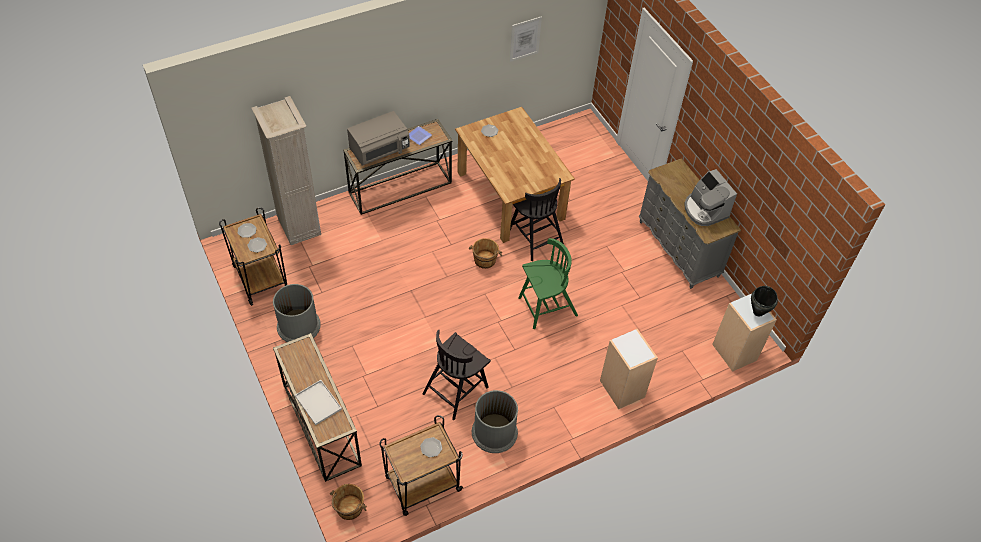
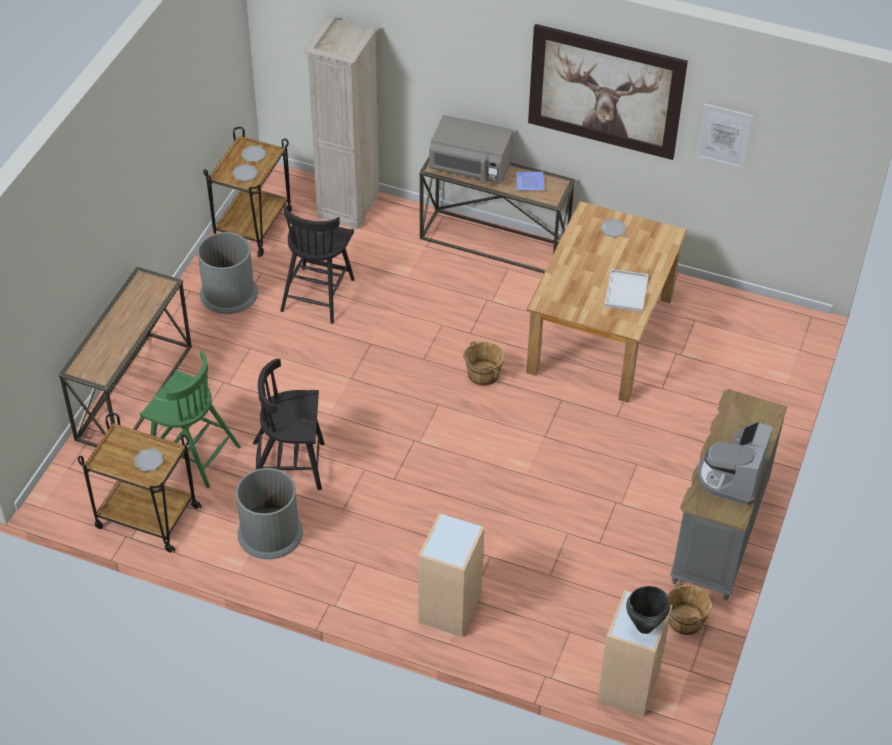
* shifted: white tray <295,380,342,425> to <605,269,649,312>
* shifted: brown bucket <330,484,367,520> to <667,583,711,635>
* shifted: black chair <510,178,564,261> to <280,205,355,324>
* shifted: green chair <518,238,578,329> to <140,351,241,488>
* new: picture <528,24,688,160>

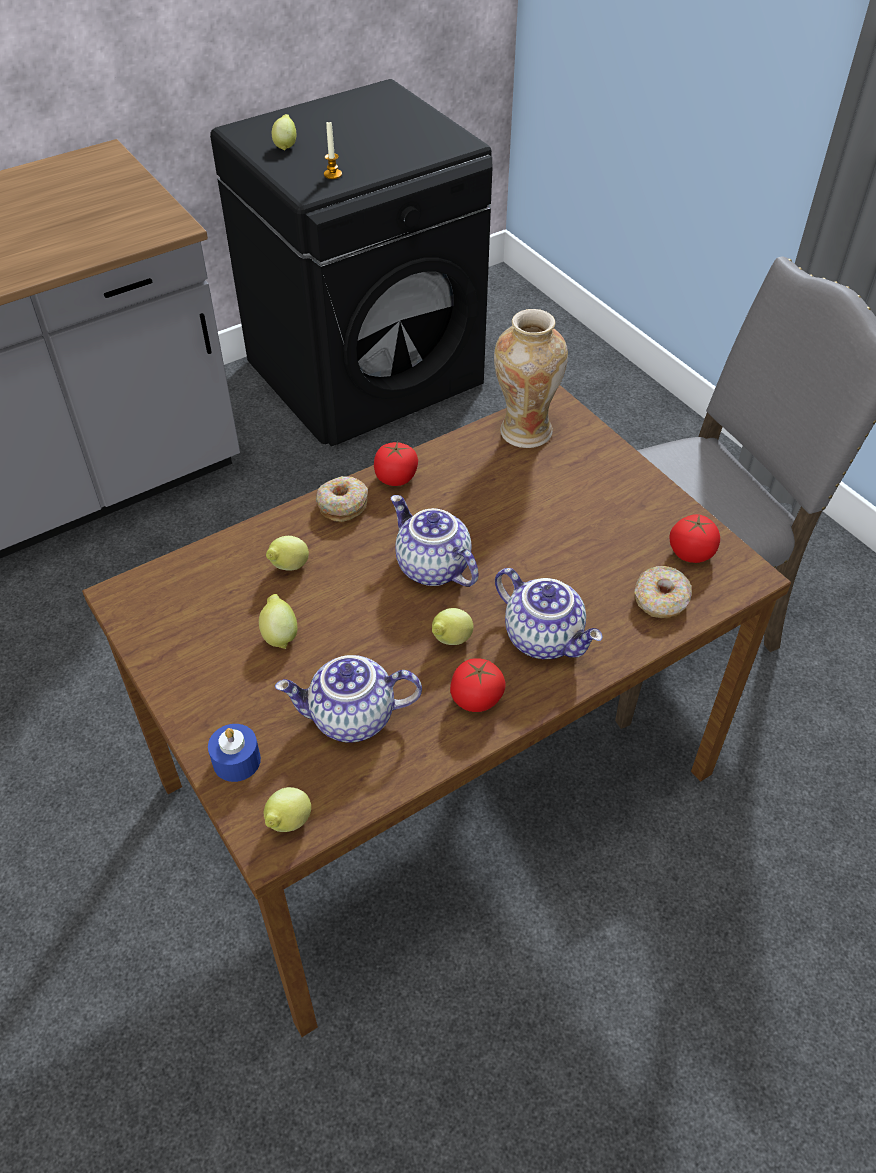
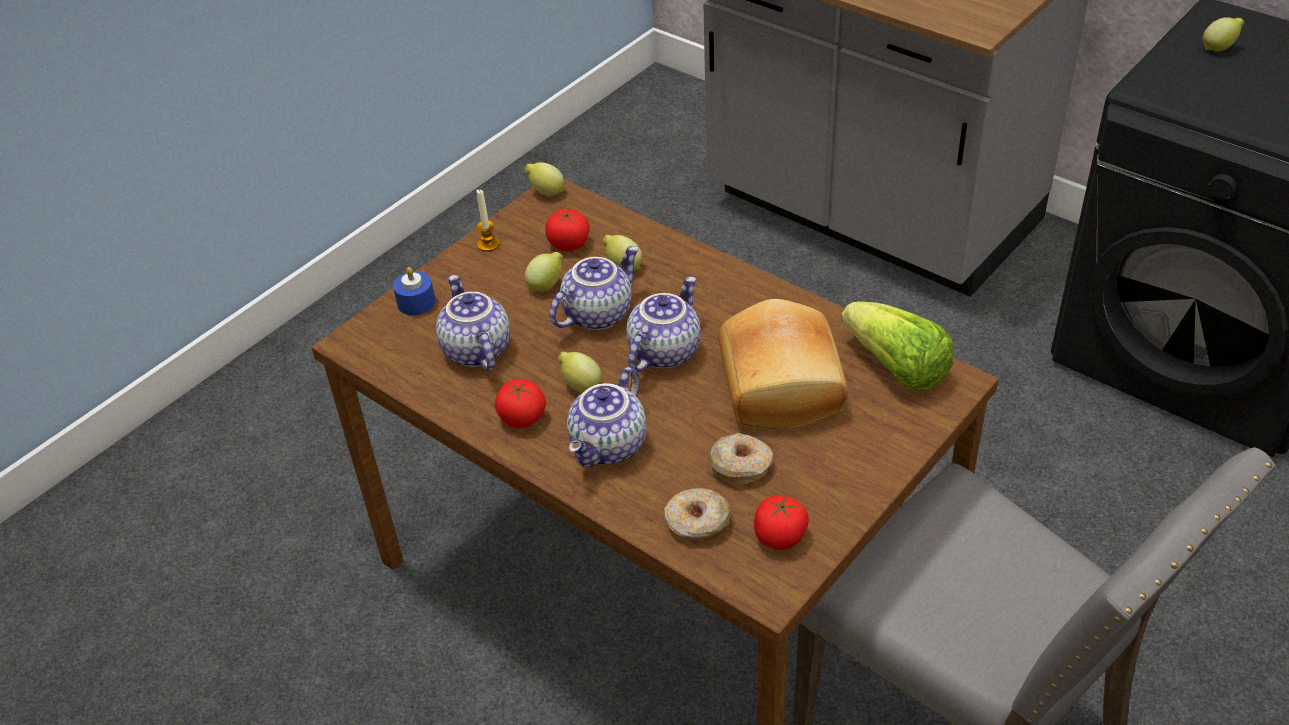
* shifted: lemon <264,787,311,832> to <525,162,564,196>
* shifted: donut <316,476,368,522> to <709,433,773,485>
* shifted: candle <324,122,342,179> to <476,189,500,251>
* shifted: tomato <374,441,418,486> to <545,209,589,251>
* swapped: vase <494,309,568,448> to lettuce <841,301,953,392>
* new: teapot <549,246,639,330>
* new: bread <718,299,848,430>

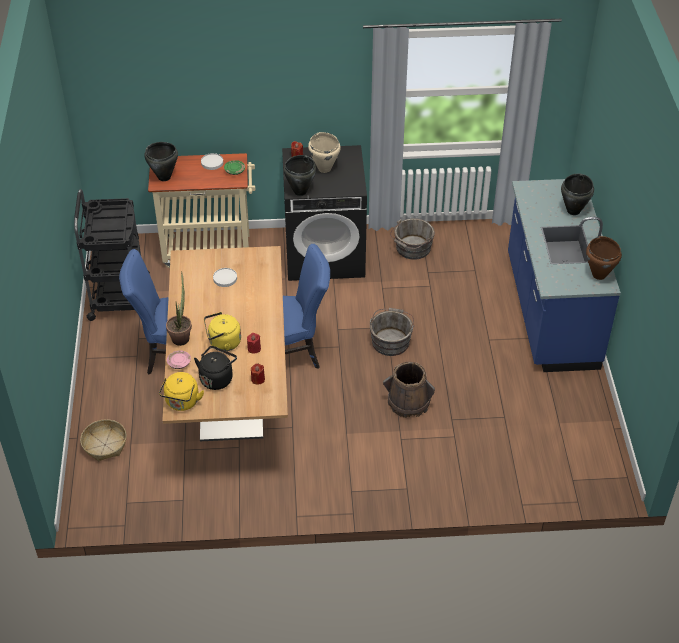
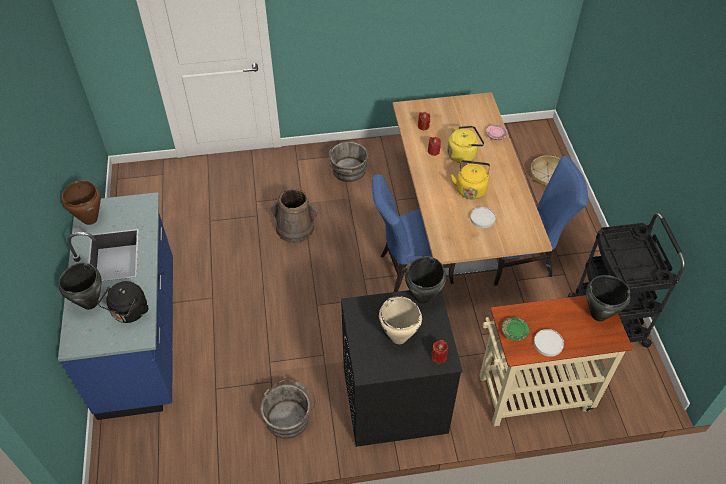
* shifted: yellow kettle <159,372,204,411> to <451,160,490,200>
* gone: potted plant <166,271,192,346>
* shifted: black kettle <194,346,237,390> to <98,281,148,323>
* shifted: grey bucket <370,308,414,356> to <328,142,369,182>

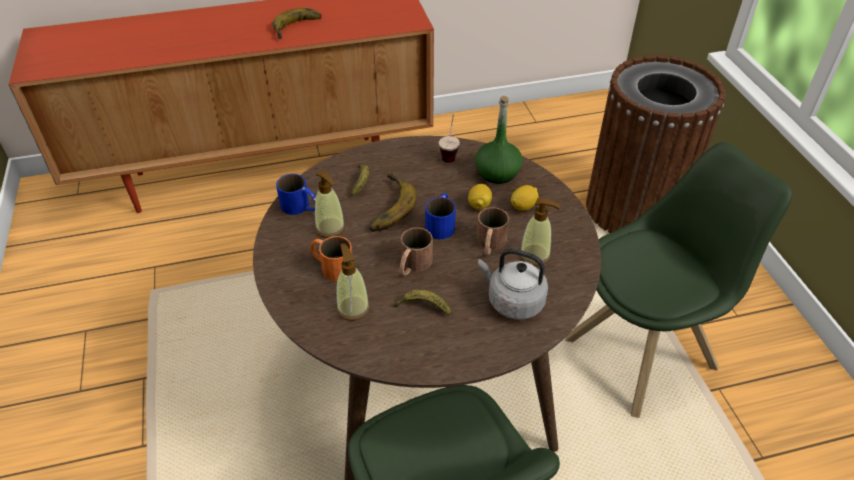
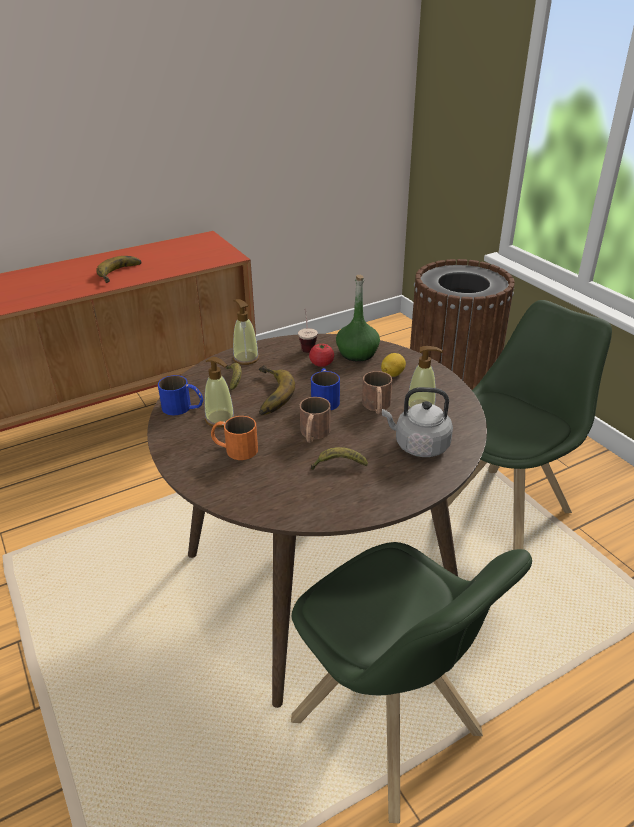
* shifted: soap dispenser <336,243,370,321> to <233,299,259,365>
* gone: lemon <468,184,492,210>
* new: tomato <309,344,334,367>

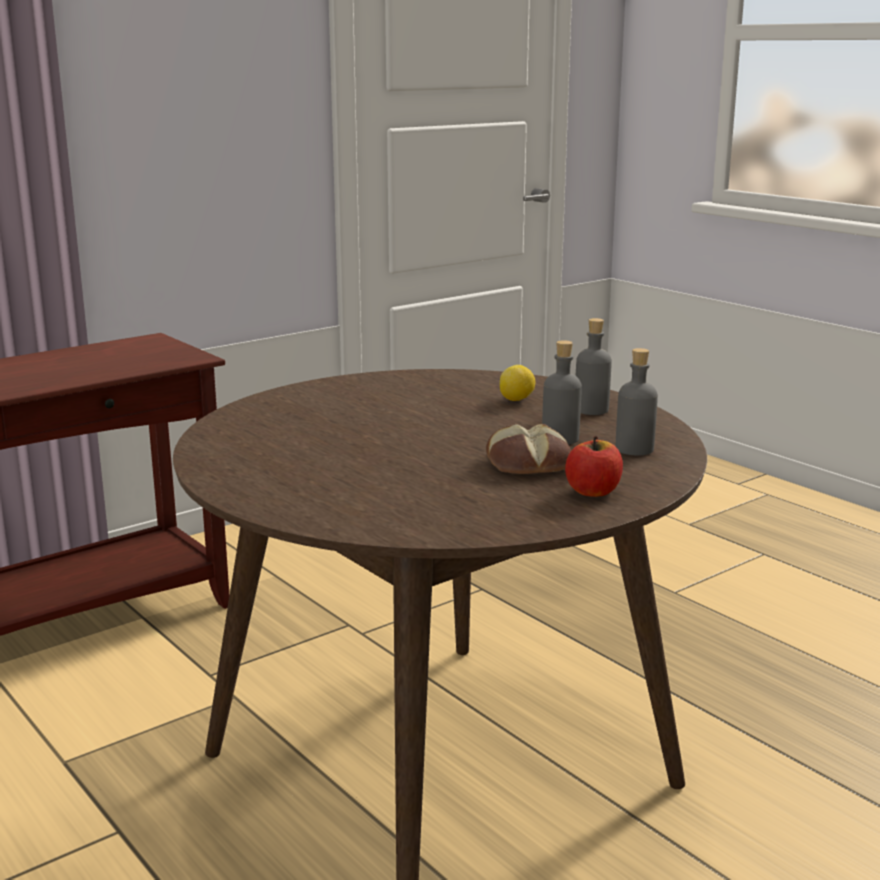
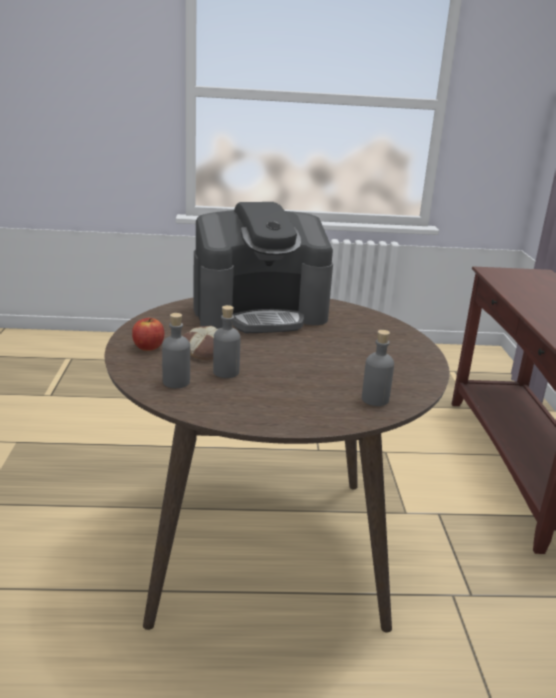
* gone: lemon <500,365,535,401>
* shifted: grey bottle <576,318,612,415> to <362,330,394,406>
* new: coffee machine <193,202,333,333>

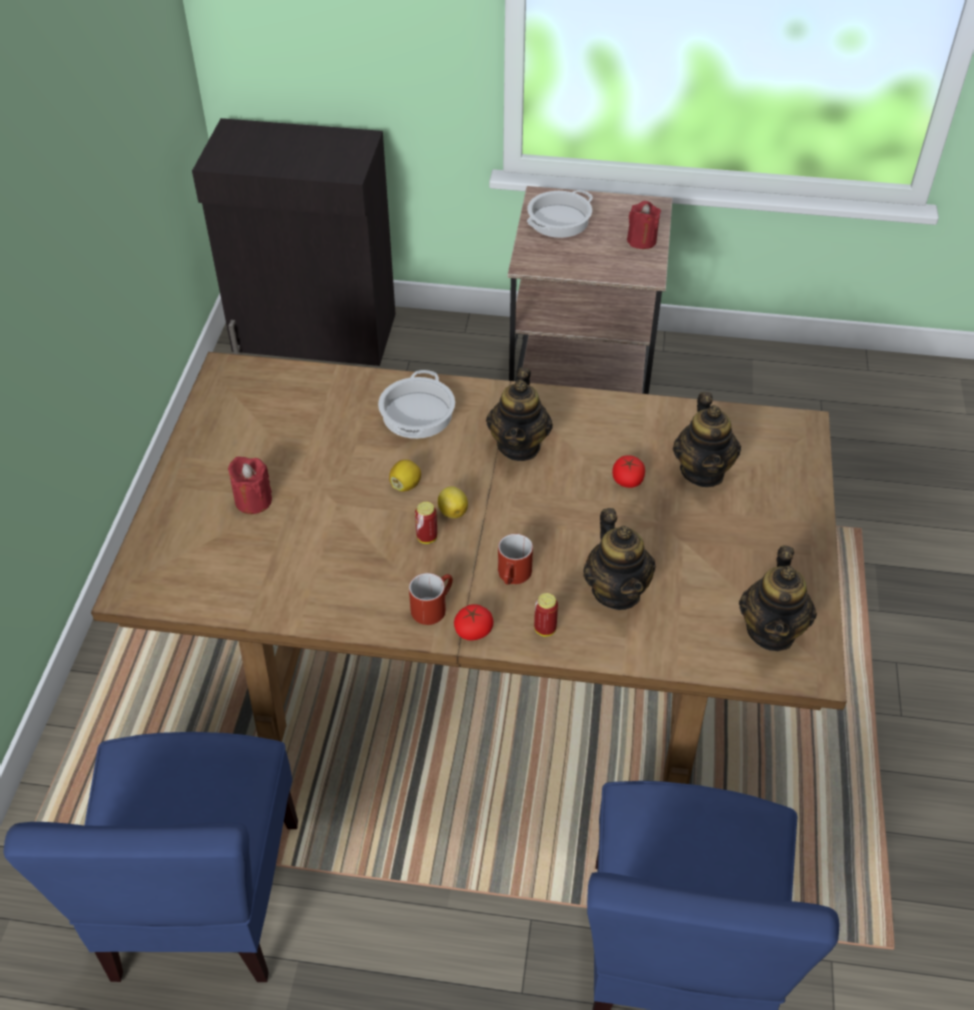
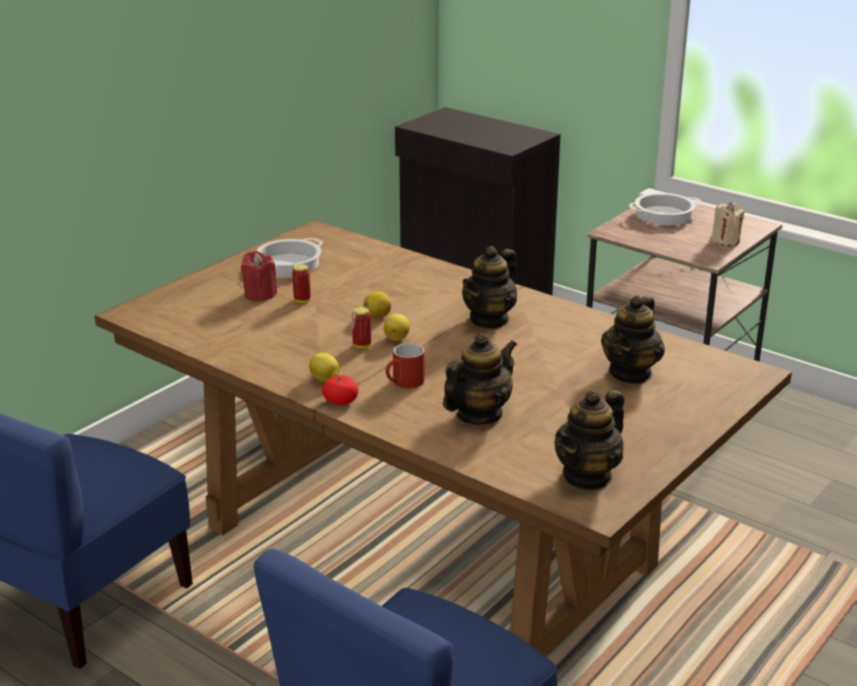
* shifted: cooking pot <378,370,455,439> to <256,238,323,277>
* swapped: red mug <409,573,453,625> to lemon <309,353,339,382>
* shifted: can <534,593,558,637> to <292,264,311,303>
* rotated: teapot <583,508,656,610> = <443,333,517,425> 150 degrees counterclockwise
* gone: tomato <612,455,645,488>
* repainted: red candle <627,201,661,249> to beige candle <711,202,744,246>

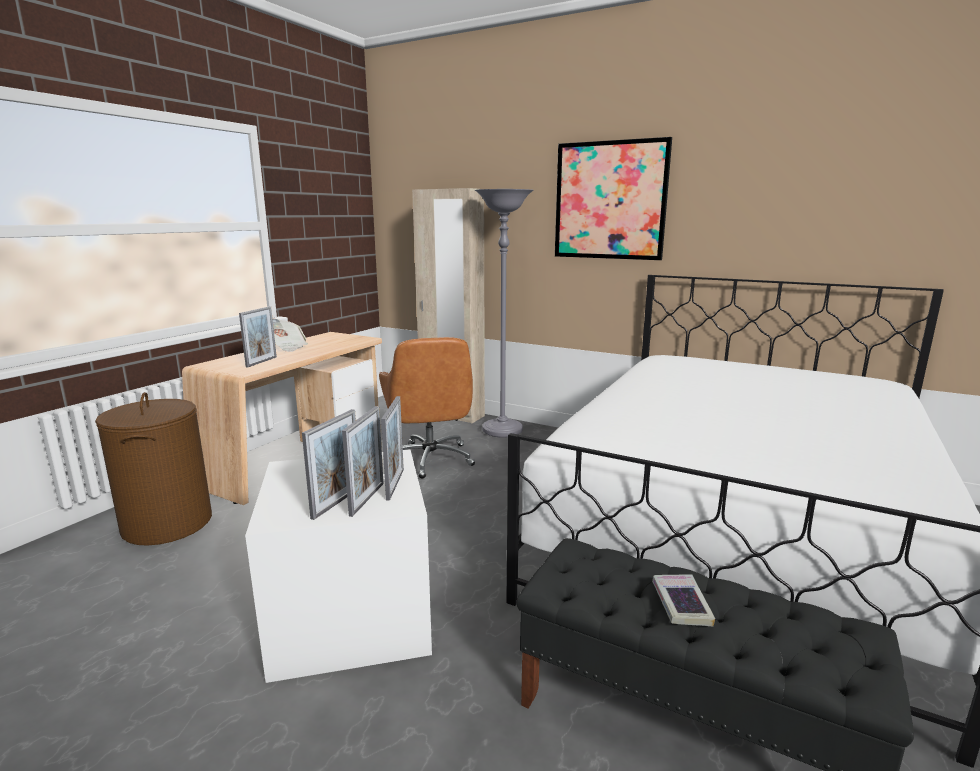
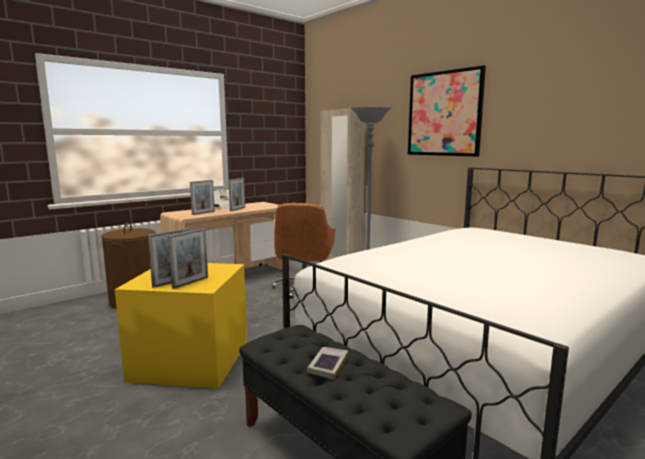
* repainted: white storage box <245,449,432,683> to yellow storage box <115,263,247,389>
* shifted: picture frame <381,396,404,501> to <228,178,245,211>

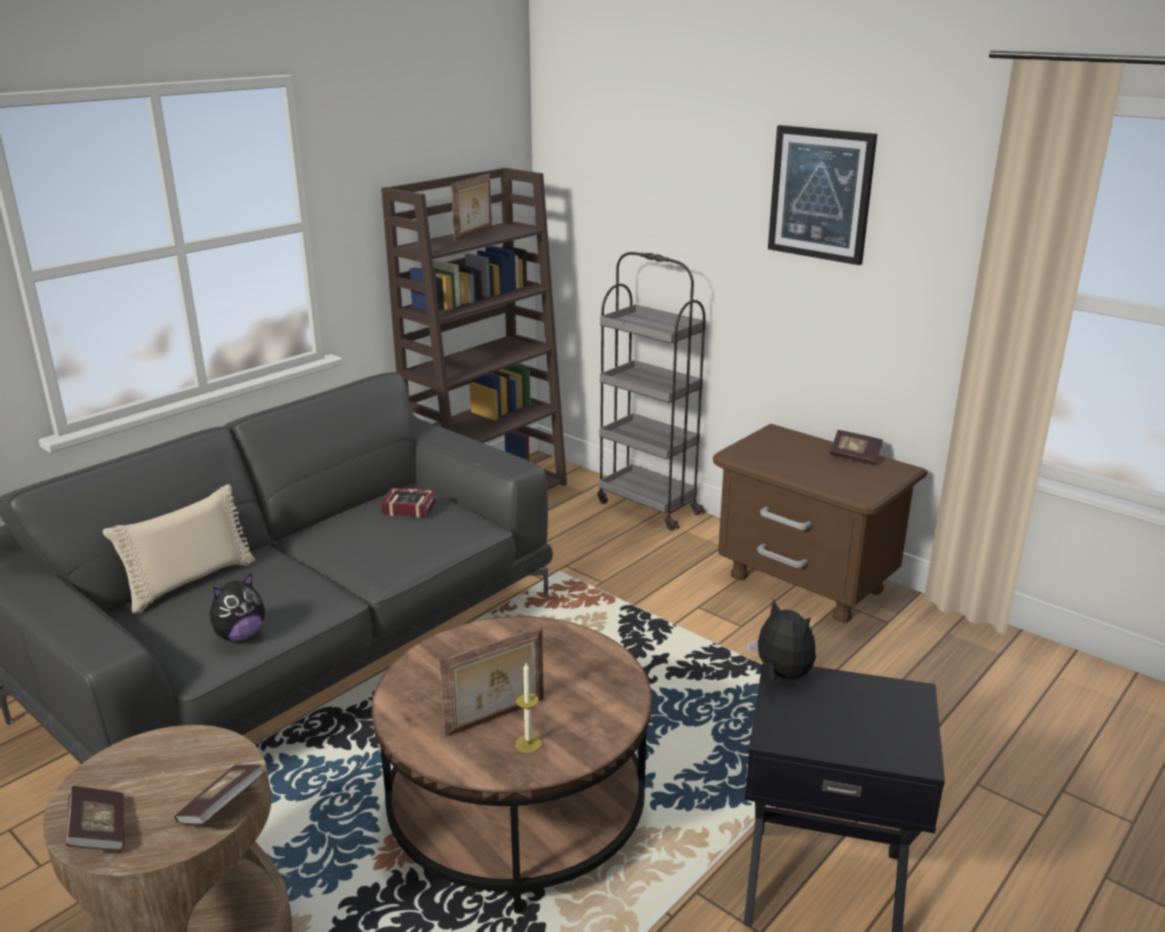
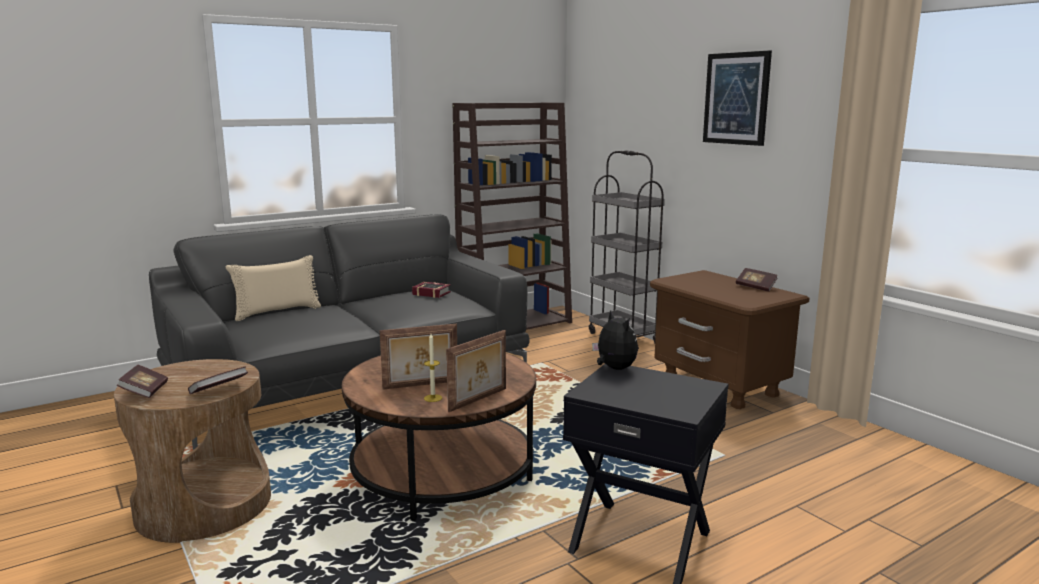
* gone: plush toy <209,573,265,641>
* shifted: picture frame <451,173,492,240> to <446,330,506,412>

